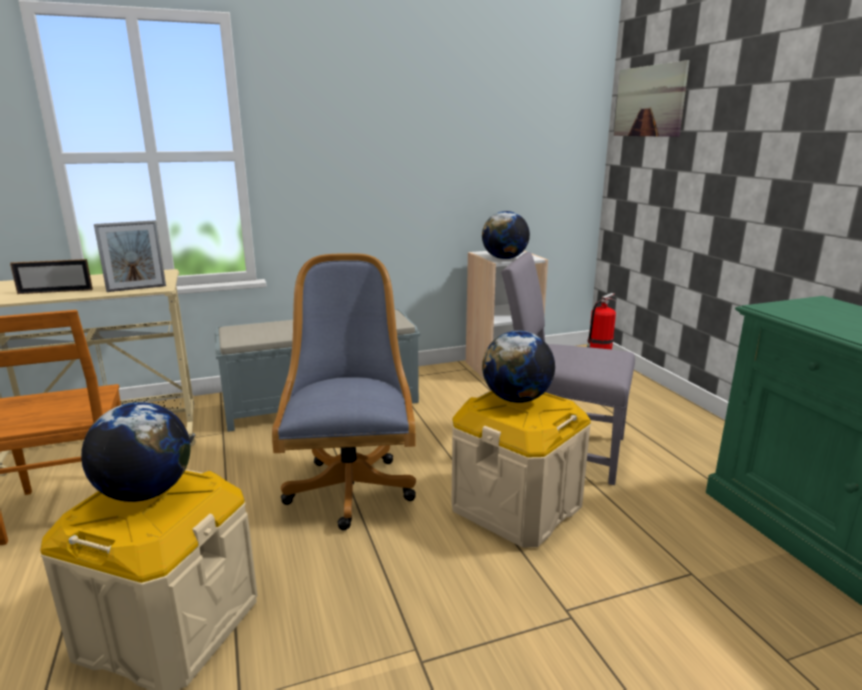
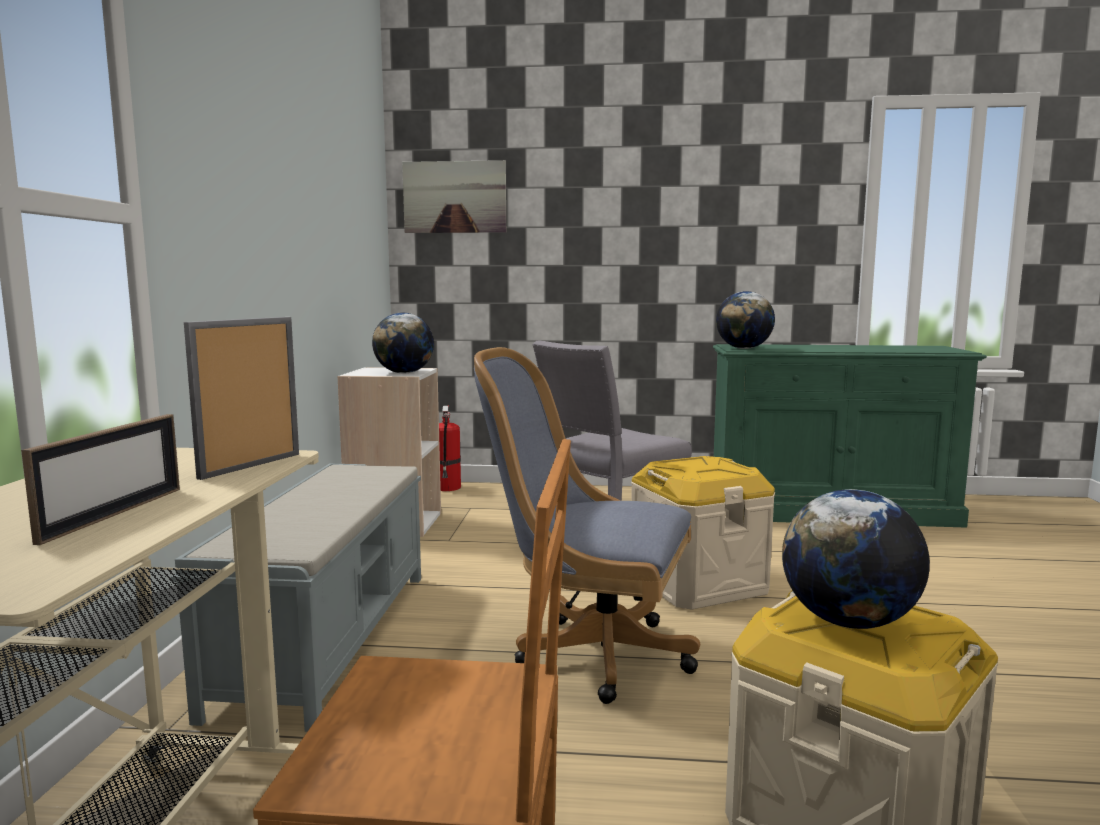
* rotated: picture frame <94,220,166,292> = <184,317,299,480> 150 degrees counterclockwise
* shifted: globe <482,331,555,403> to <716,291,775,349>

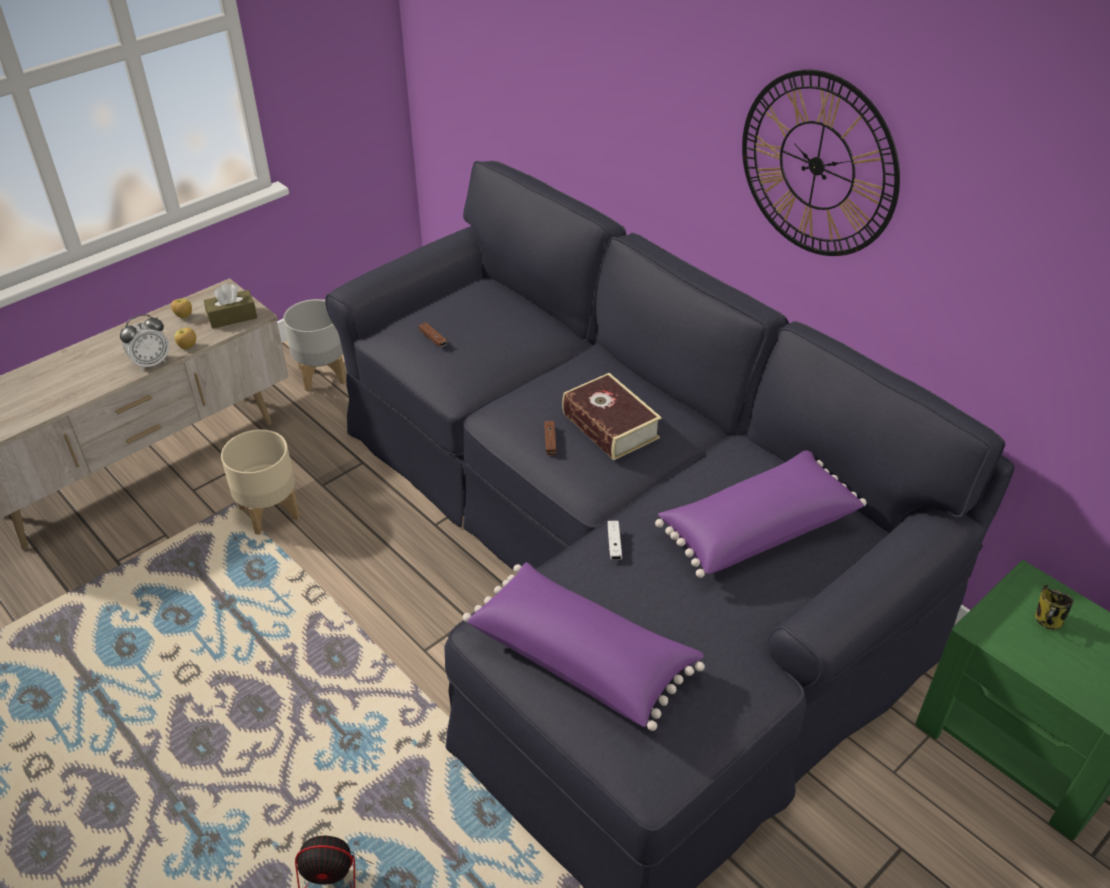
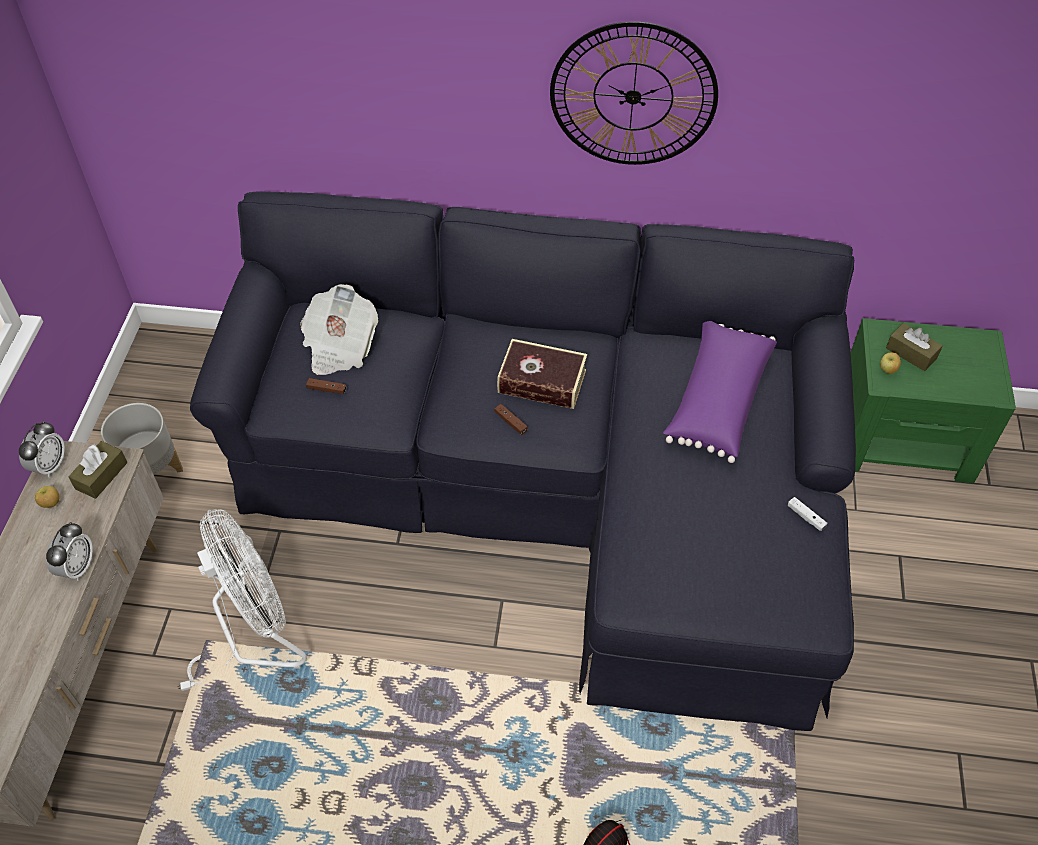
* shifted: apple <175,327,196,350> to <880,353,901,374>
* swapped: beige planter <221,429,300,535> to white fan <178,509,307,691>
* gone: purple pillow <463,562,705,731>
* shifted: white game controller <608,521,622,560> to <788,497,827,531>
* swapped: mug <1035,585,1074,630> to brown tissue box <886,323,943,371>
* new: alarm clock <19,421,65,478>
* new: newspaper <300,284,378,375>

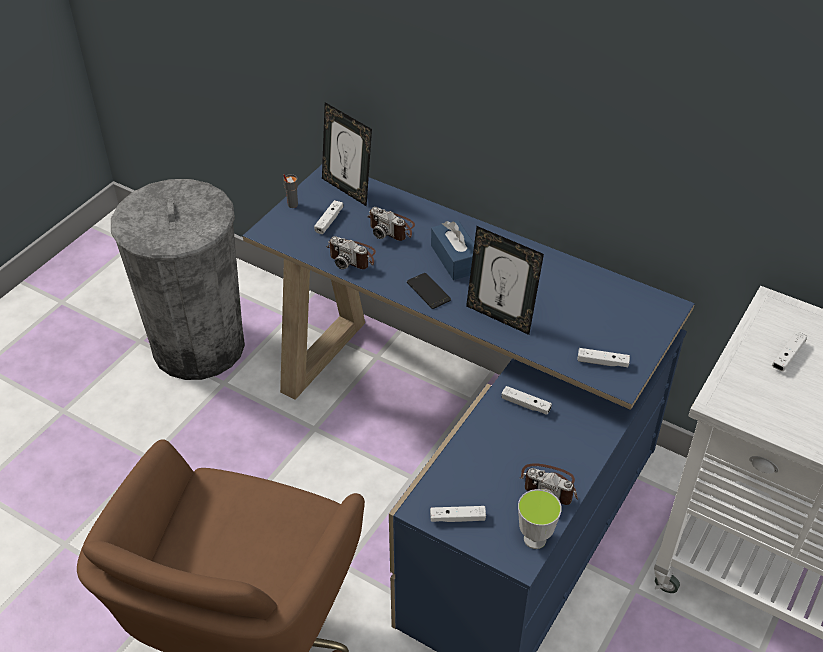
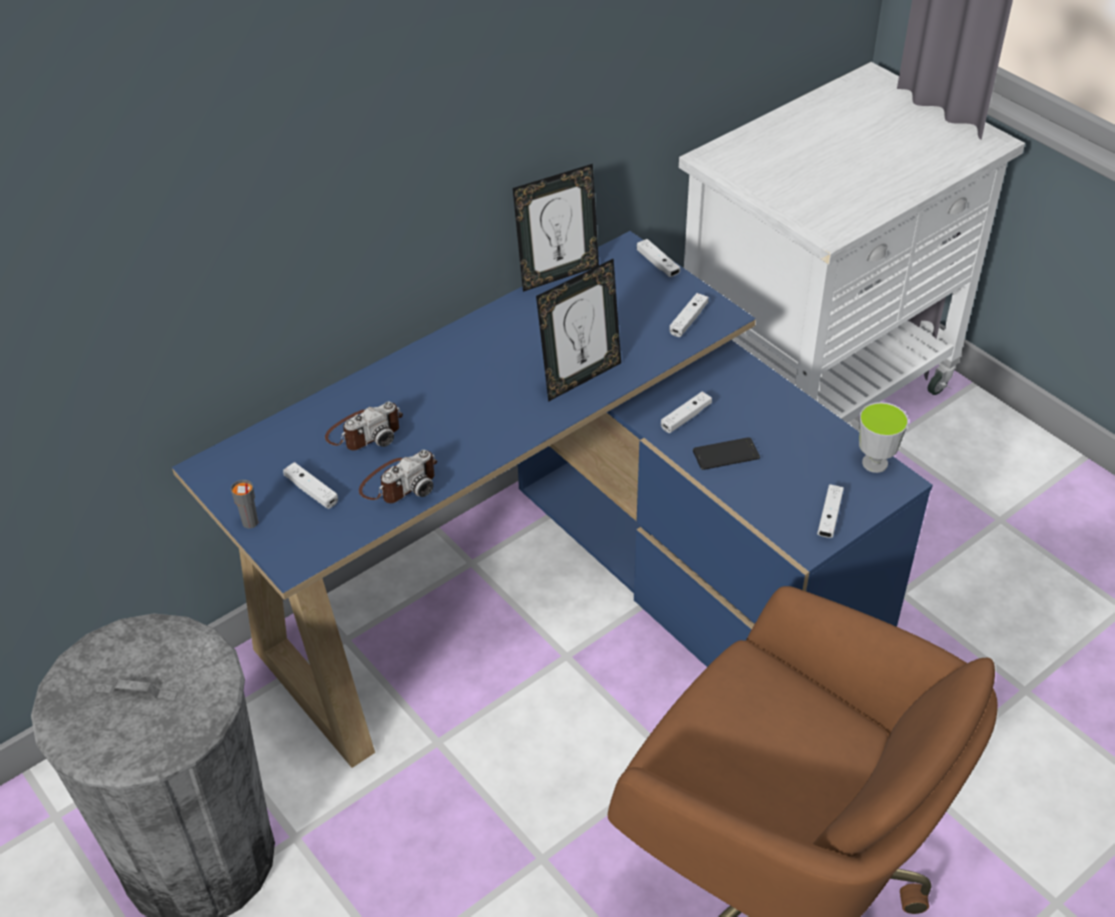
* shifted: picture frame <322,102,372,206> to <513,164,599,292>
* shifted: phone <407,273,451,309> to <693,437,760,470>
* gone: blue tissue box <431,220,474,280>
* gone: photo camera <519,463,578,505>
* shifted: white game controller <772,331,807,371> to <637,239,680,277>

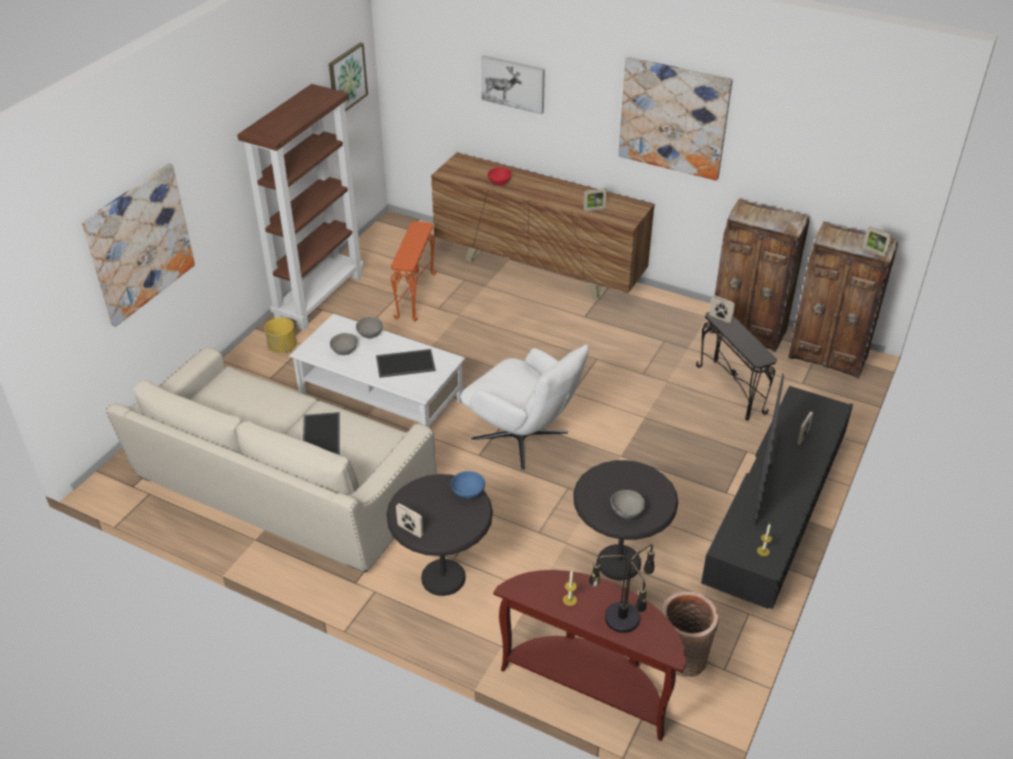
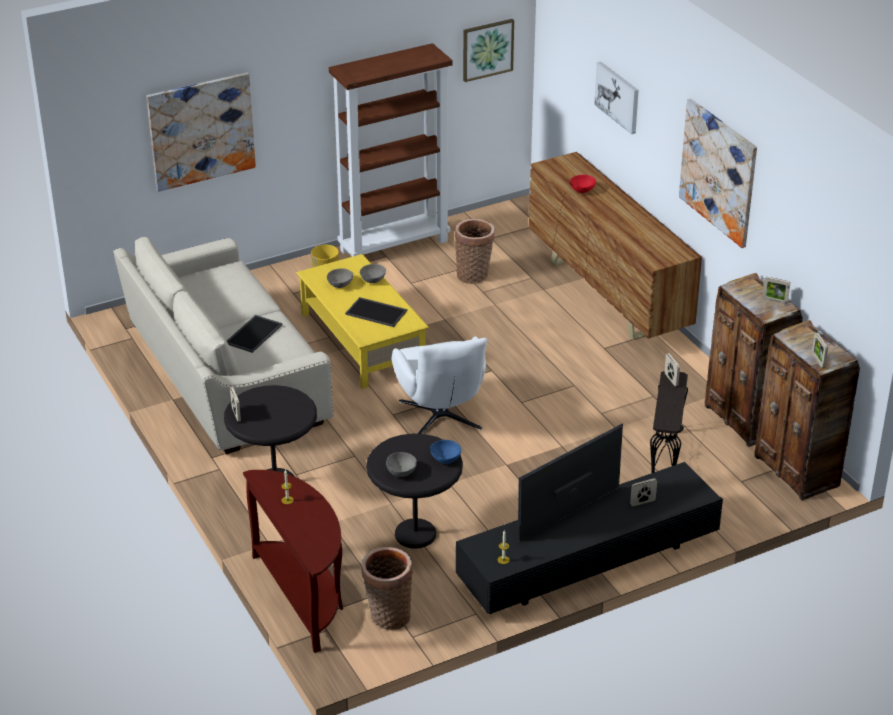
* repainted: white coffee table <289,313,465,428> to yellow coffee table <296,254,429,389>
* swapped: orange side table <391,221,437,322> to basket <455,219,495,284>
* shifted: blue bowl <451,471,485,498> to <430,440,461,464>
* shifted: picture frame <583,188,607,211> to <762,277,790,304>
* gone: table lamp <589,544,655,633>

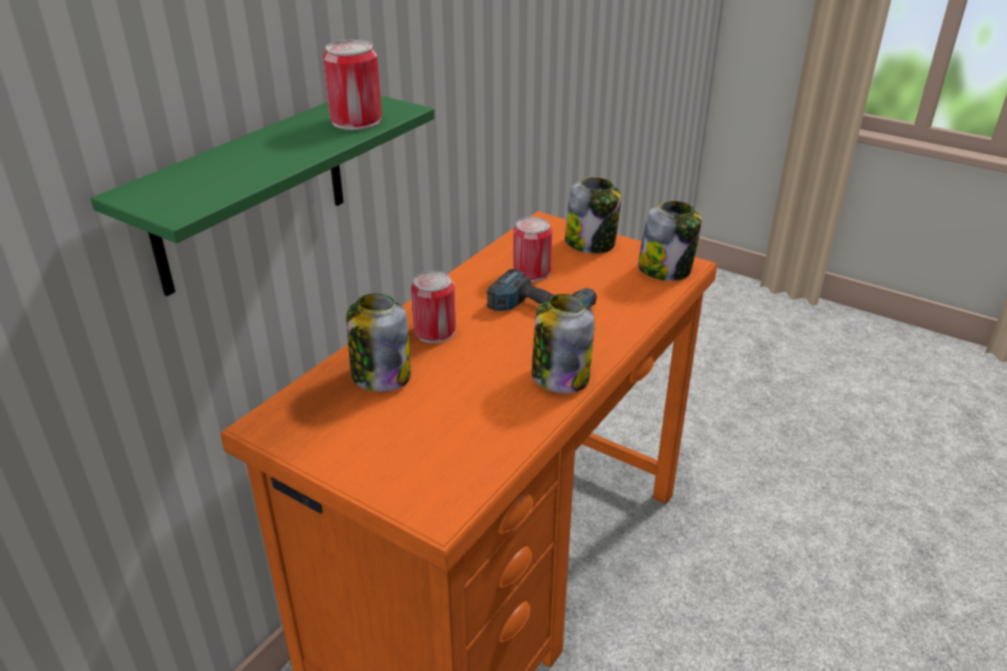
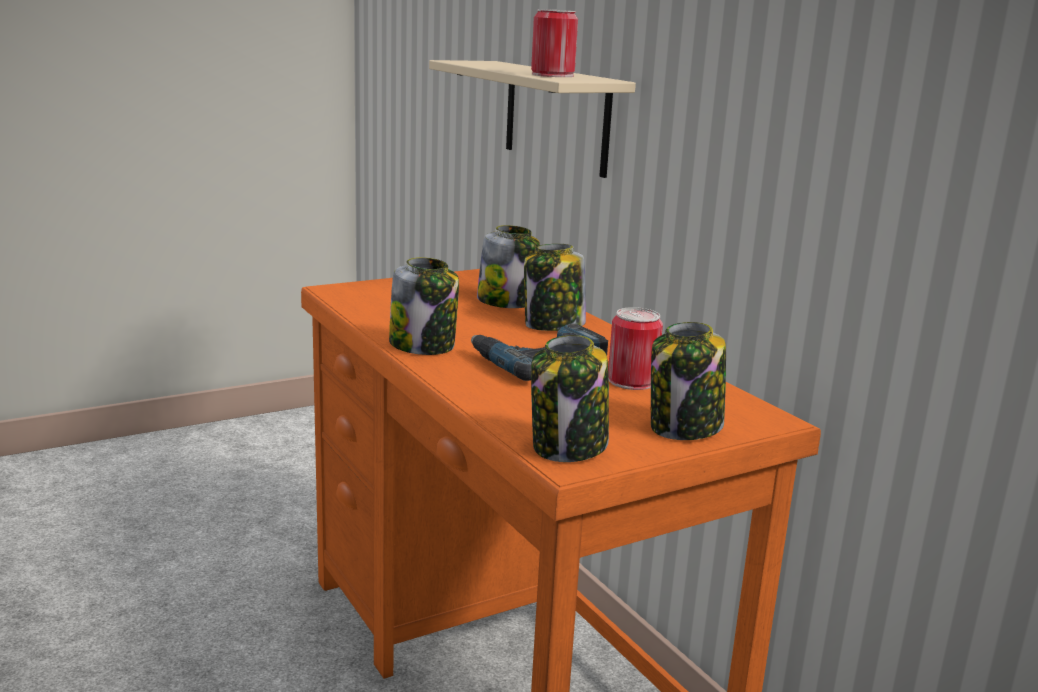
* repainted: green shelf <91,95,435,296> to beige shelf <429,60,636,178>
* swapped: can <411,271,456,343> to jar <524,244,586,331>

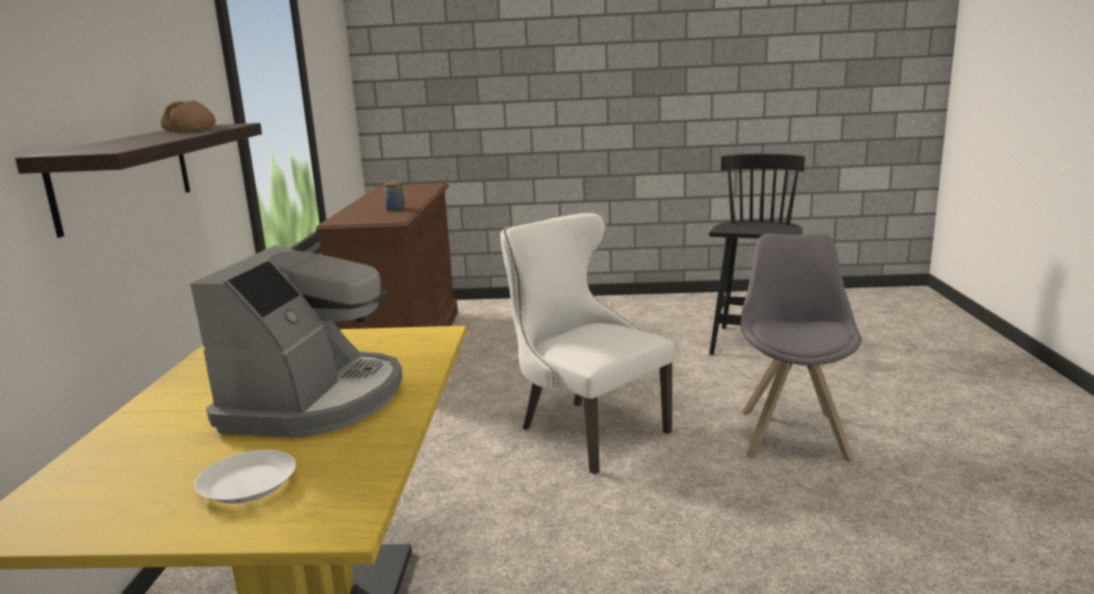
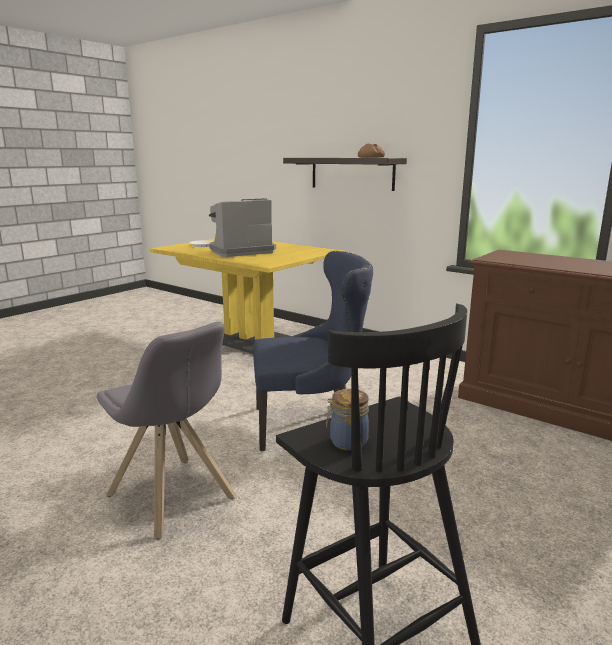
* rotated: coffee machine <190,245,403,437> = <209,198,276,257> 105 degrees clockwise
* shifted: jar <384,182,405,211> to <326,389,369,451>
* repainted: white chair <500,213,675,475> to blue chair <253,251,373,451>

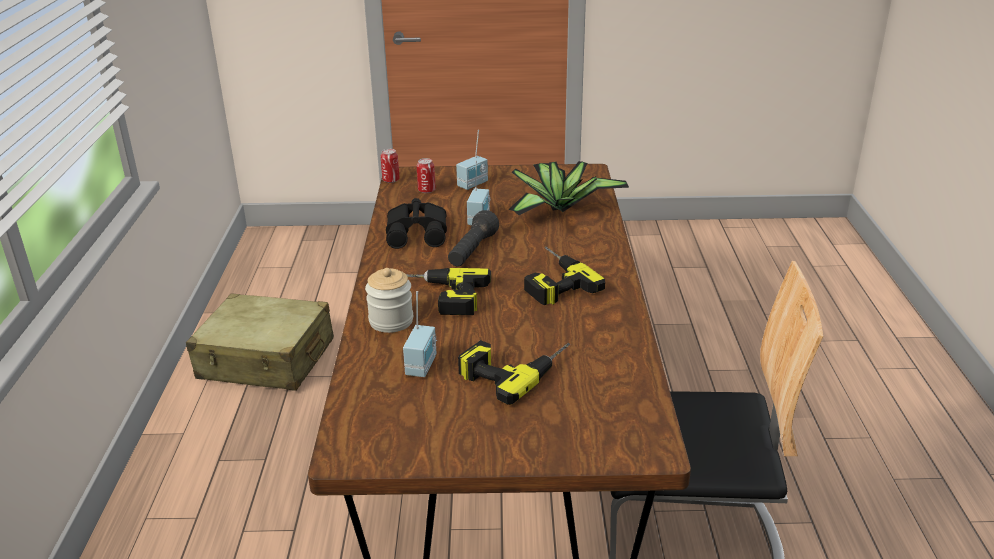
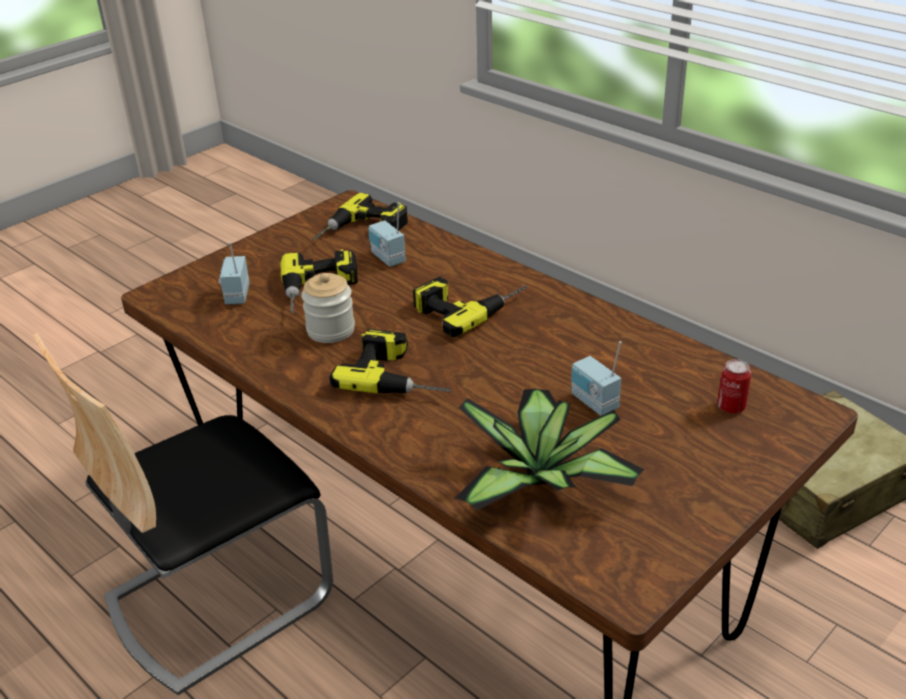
* shifted: jar <365,268,413,333> to <301,273,355,343>
* gone: can <381,149,400,183>
* gone: black binoculars <386,198,447,249>
* gone: black flashlight <448,210,499,266>
* shifted: radio <456,130,488,190> to <219,242,250,305>
* new: power drill <313,193,408,240>

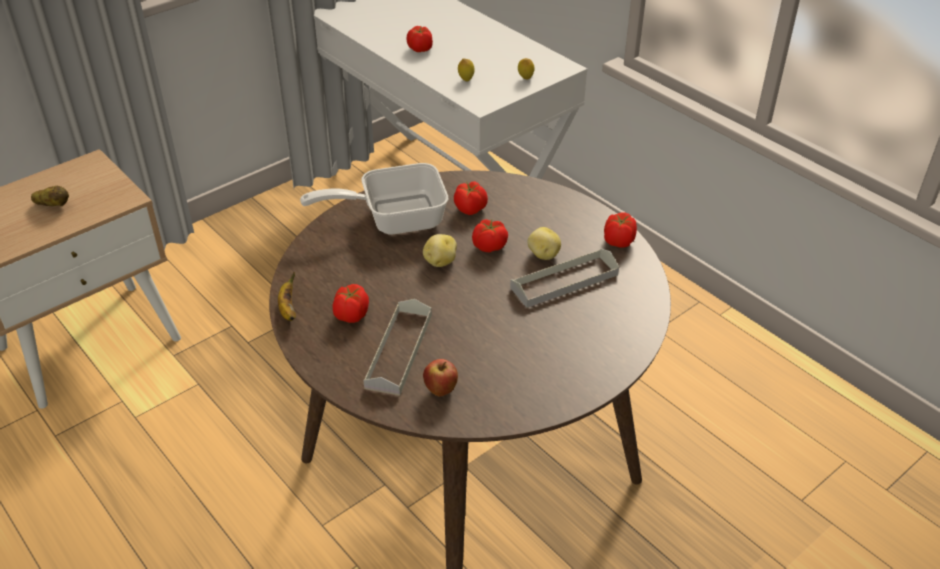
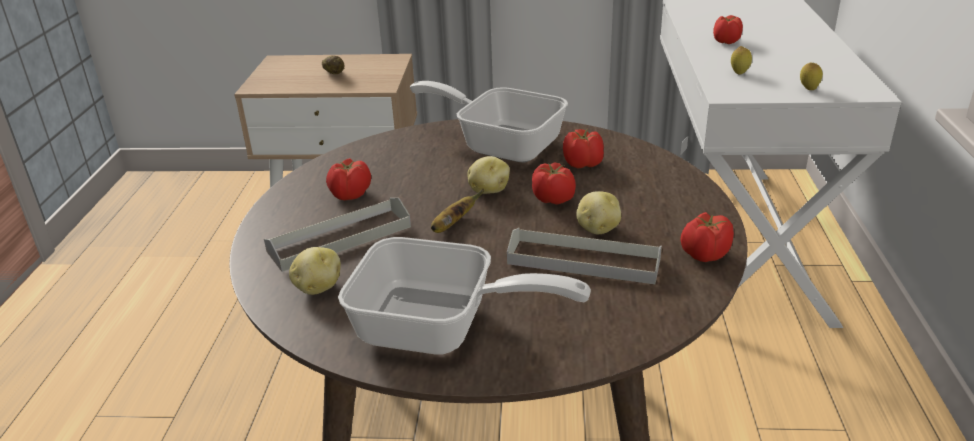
* shifted: banana <278,272,296,321> to <431,189,484,233>
* swapped: apple <423,359,458,397> to potato <289,247,341,295>
* new: frying pan <338,237,591,355>

